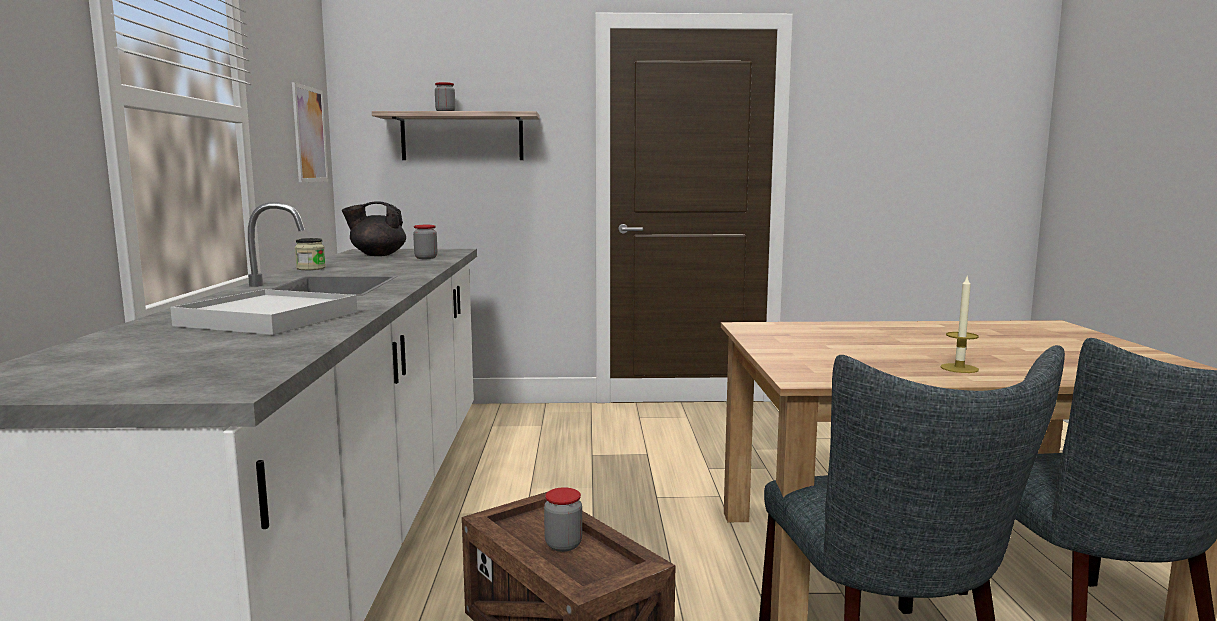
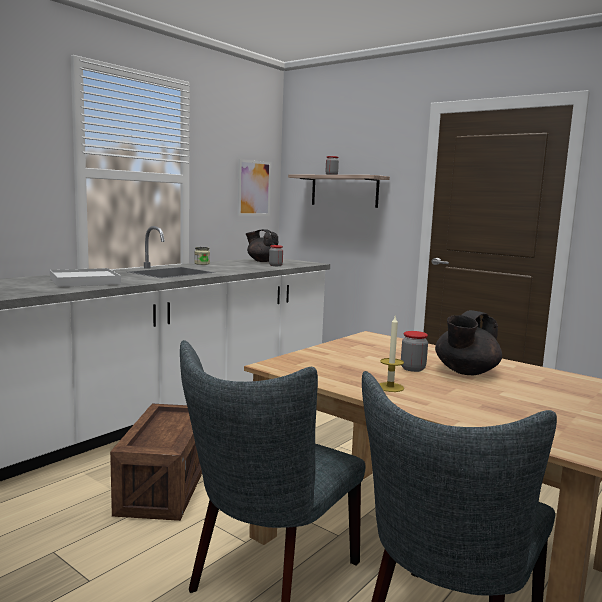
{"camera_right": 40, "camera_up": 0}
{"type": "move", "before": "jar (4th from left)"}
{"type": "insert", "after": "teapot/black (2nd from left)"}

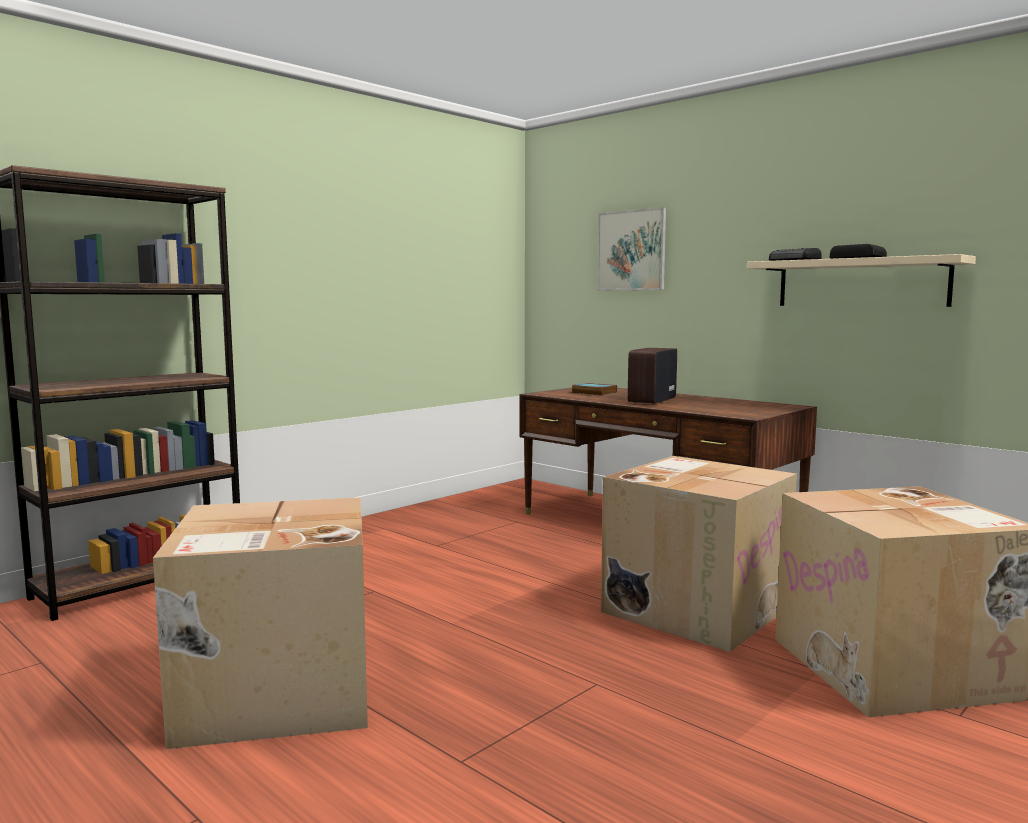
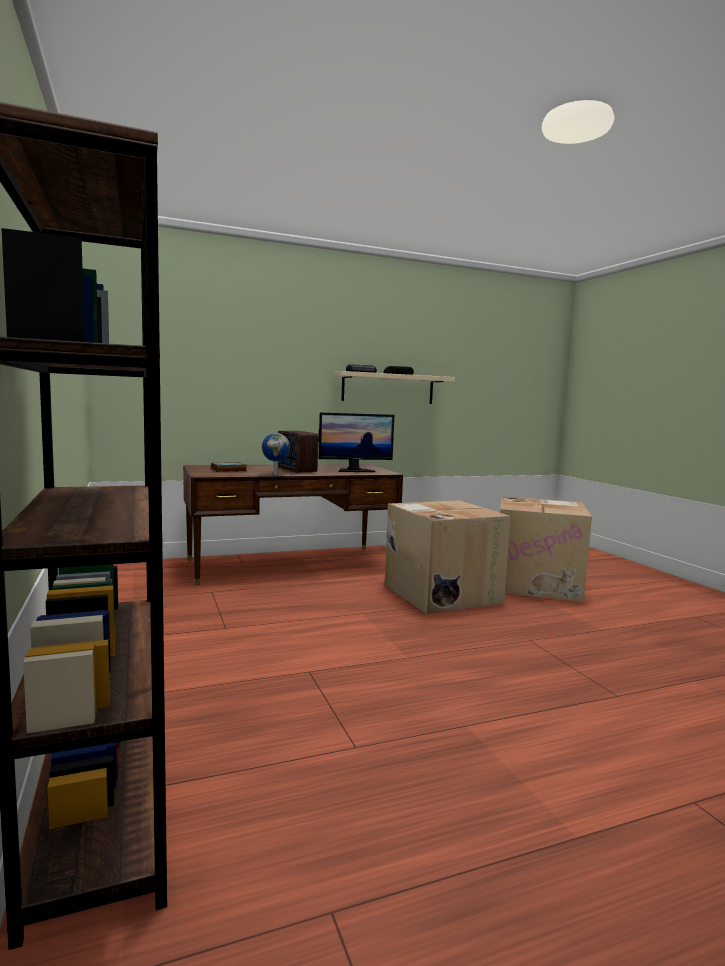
{"camera_right": -65, "camera_up": 0}
{"type": "delete", "before": "cardboard box (1st from left)"}
{"type": "delete", "before": "picture"}
{"type": "insert", "after": "globe"}
{"type": "insert", "after": "monitor"}

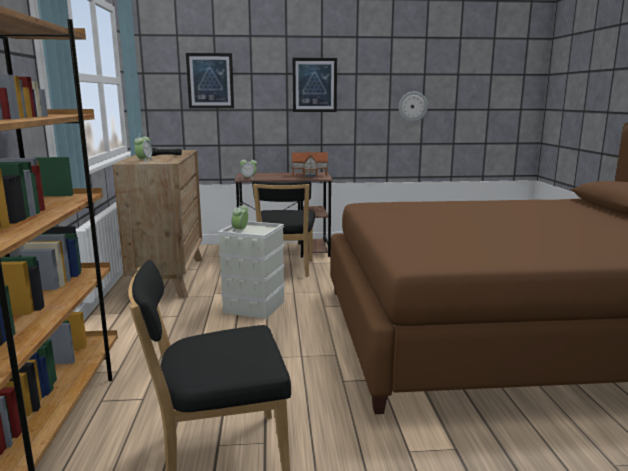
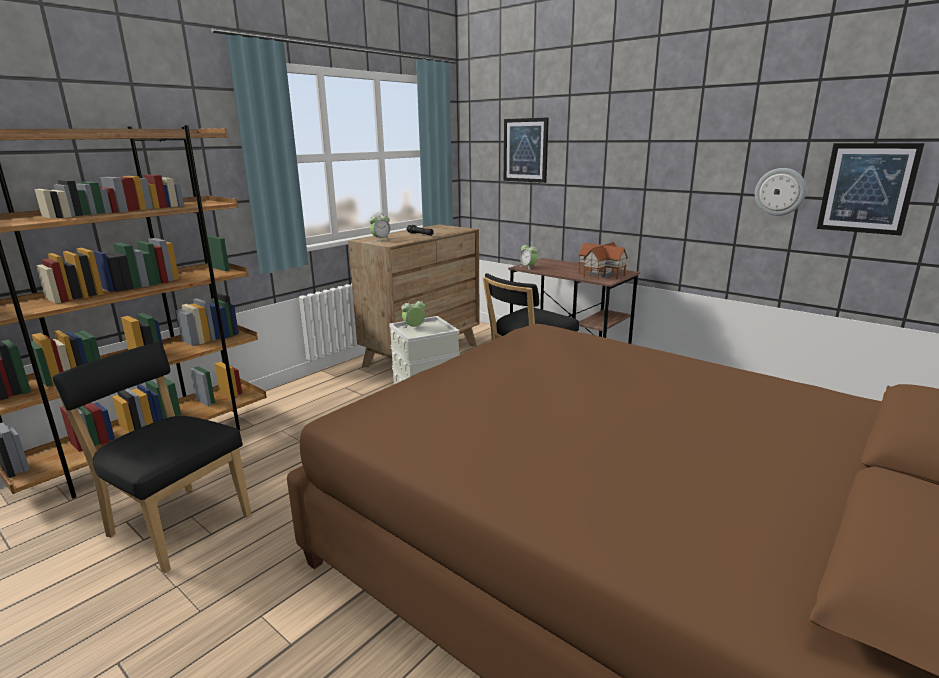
{"camera_right": 45, "camera_up": 5}
{"type": "move", "before": "picture (2nd from left)"}

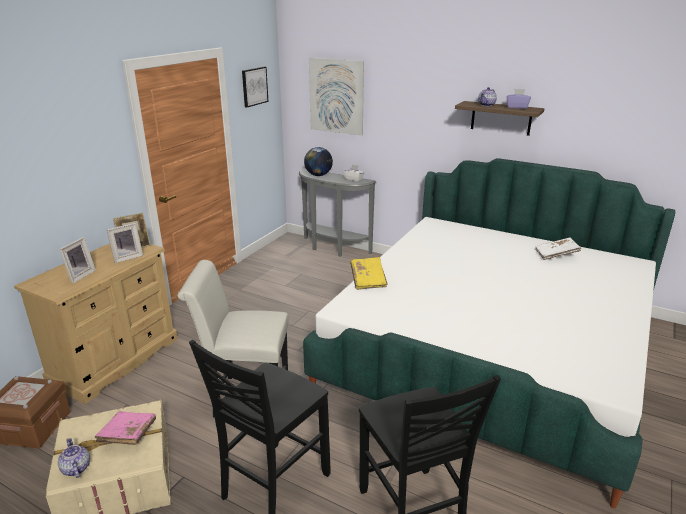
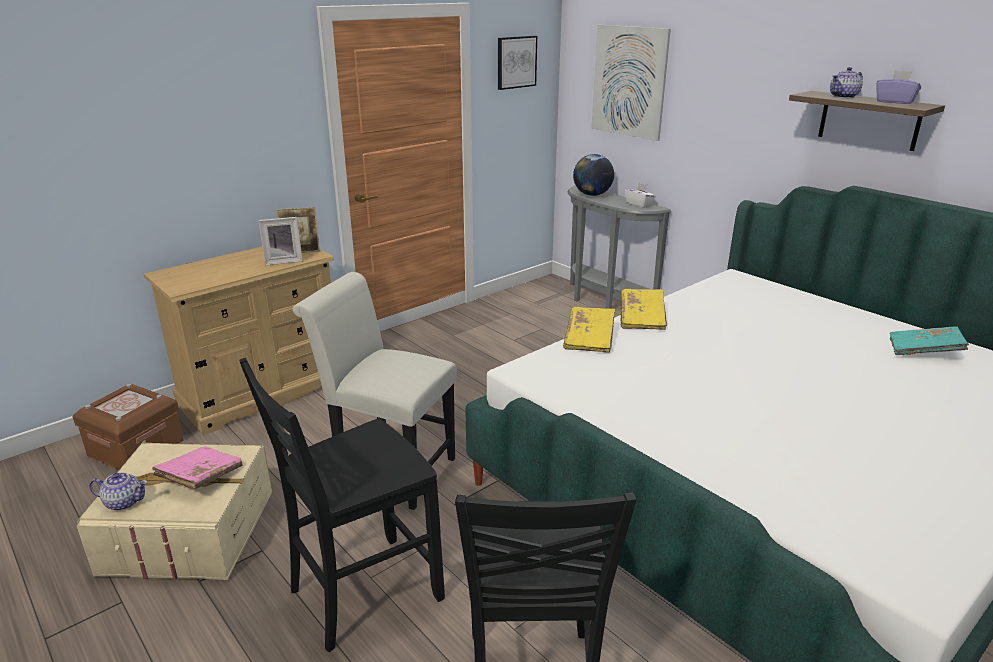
{"camera_right": 20, "camera_up": 0}
{"type": "rotate", "before": "teapot (1st from left)", "turn": 105}
{"type": "delete", "before": "picture frame (1st from left)"}
{"type": "recolor", "before": "book/white", "after": "book/turquoise"}
{"type": "insert", "after": "book/yellow (2nd from left)"}

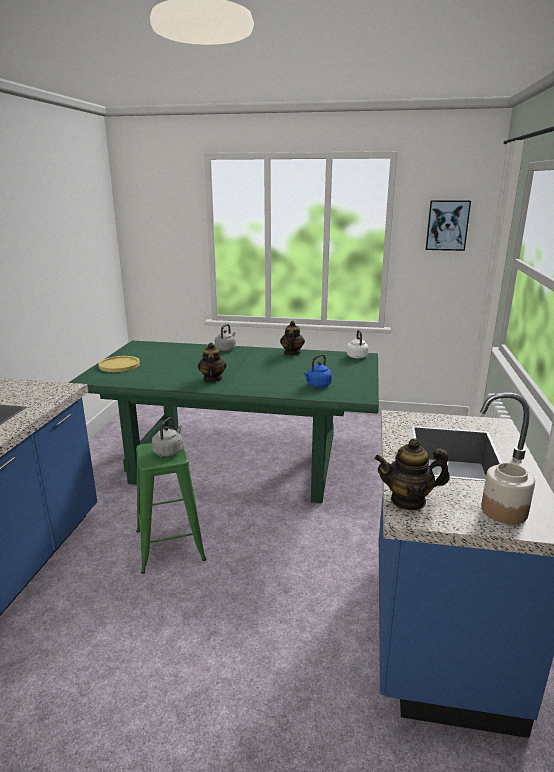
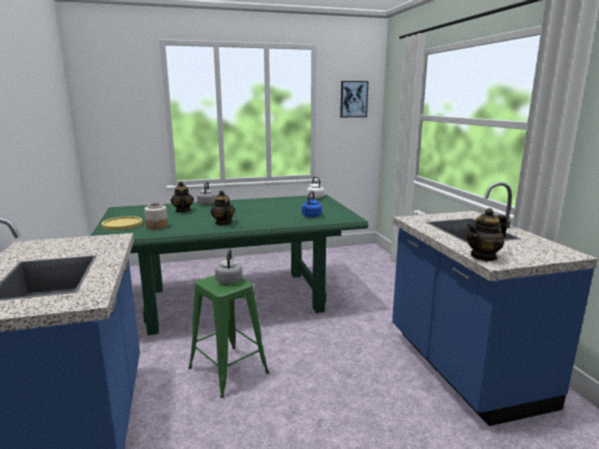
{"camera_right": -25, "camera_up": -5}
{"type": "move", "before": "teapot (2nd from left in the first image)", "after": "teapot (1st from left)"}
{"type": "move", "before": "jar"}

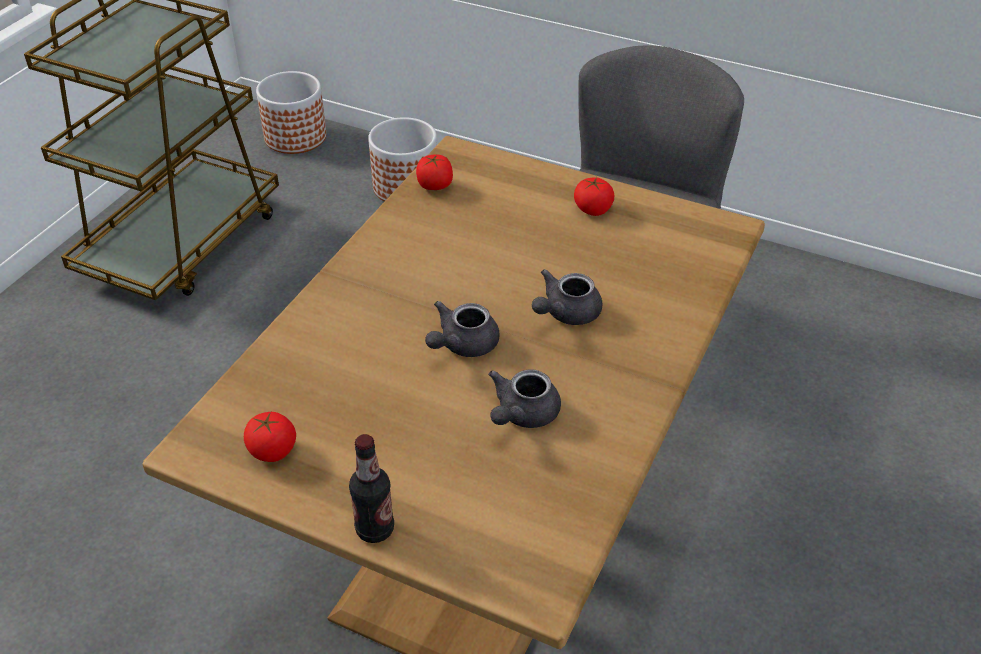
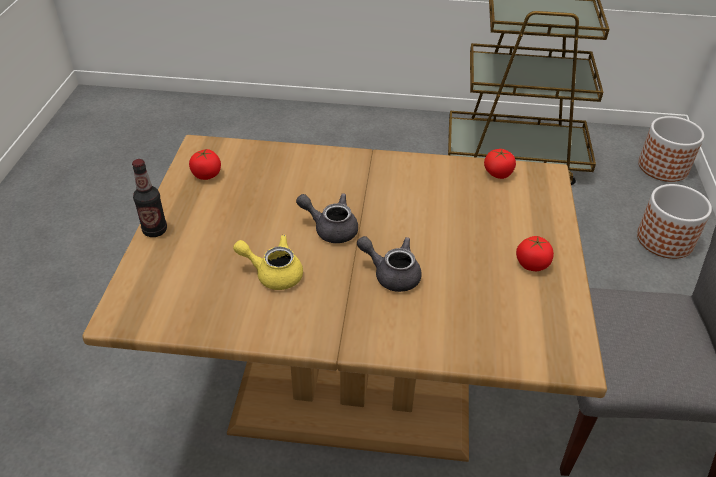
{"camera_right": 70, "camera_up": 0}
{"type": "recolor", "before": "teapot/grey (2nd from left)", "after": "teapot/yellow"}

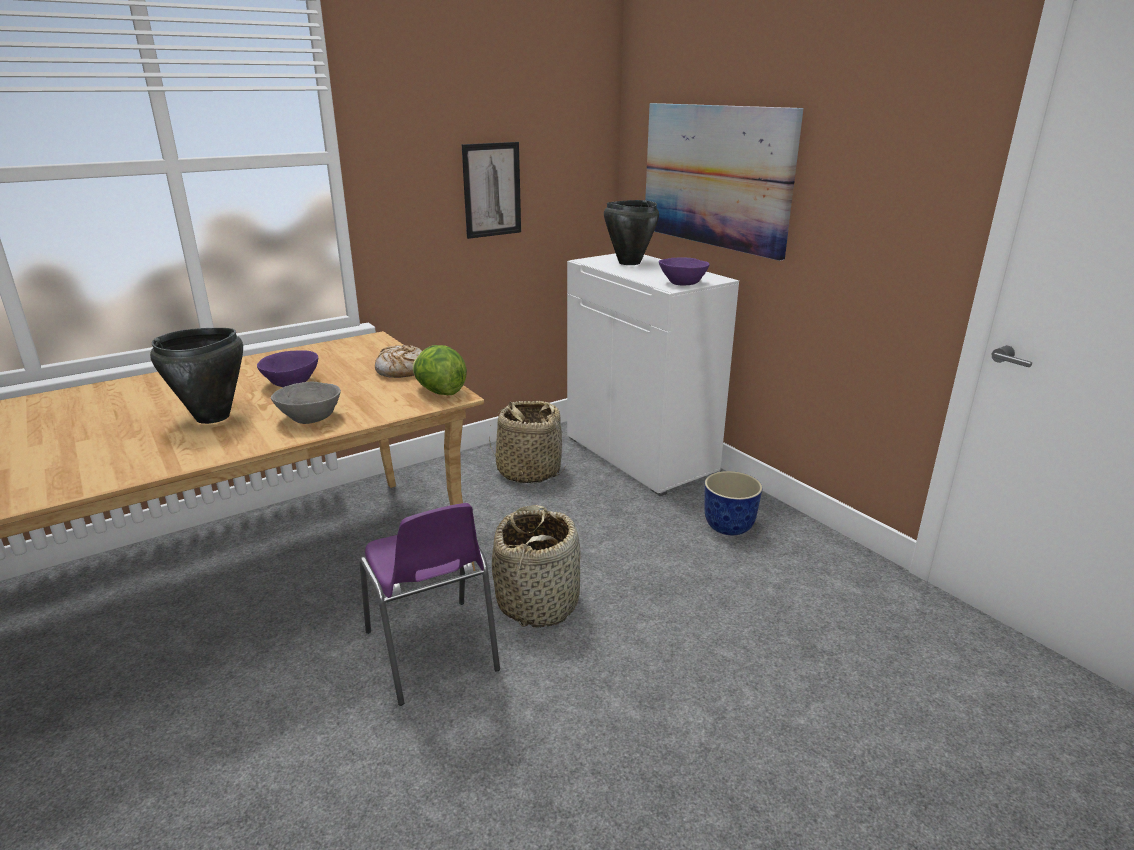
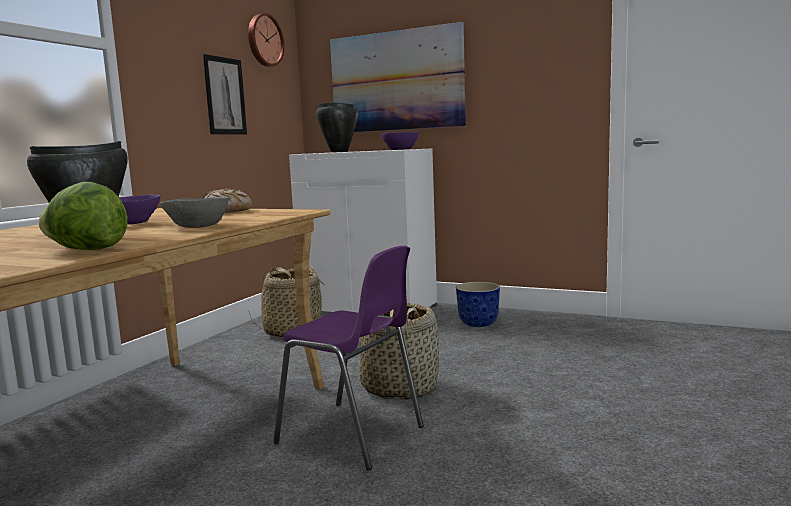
{"camera_right": -30, "camera_up": -15}
{"type": "move", "before": "lettuce"}
{"type": "insert", "after": "wall clock"}

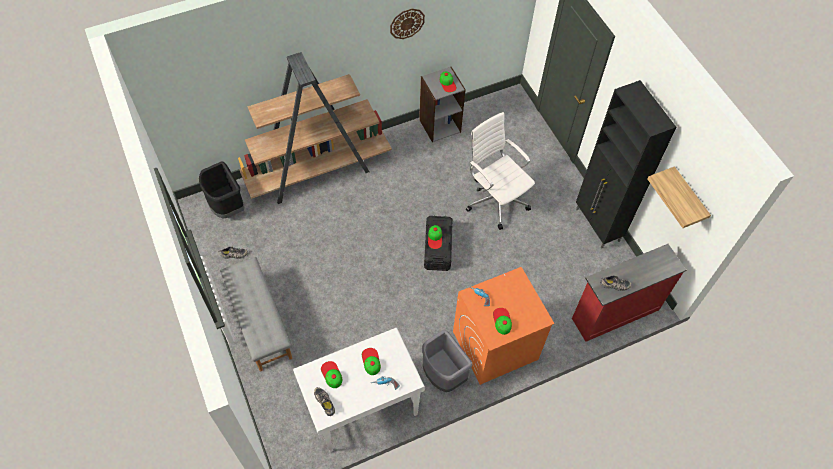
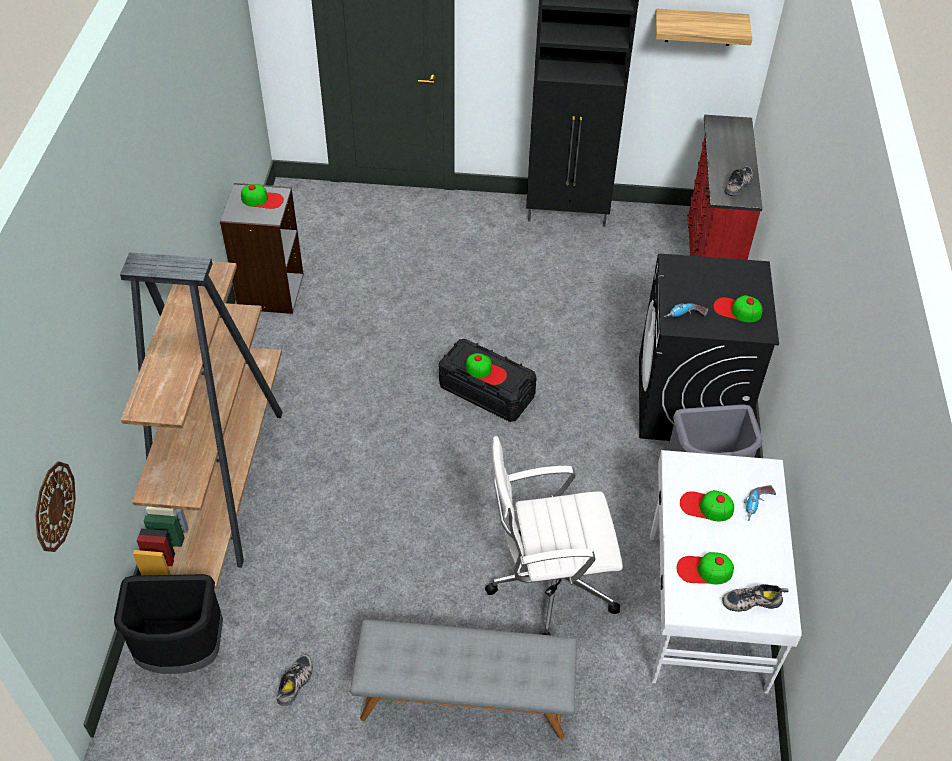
{"camera_right": -60, "camera_up": -10}
{"type": "move", "before": "wall clock"}
{"type": "recolor", "before": "washing machine/orange", "after": "washing machine/black"}
{"type": "move", "before": "office chair/white"}

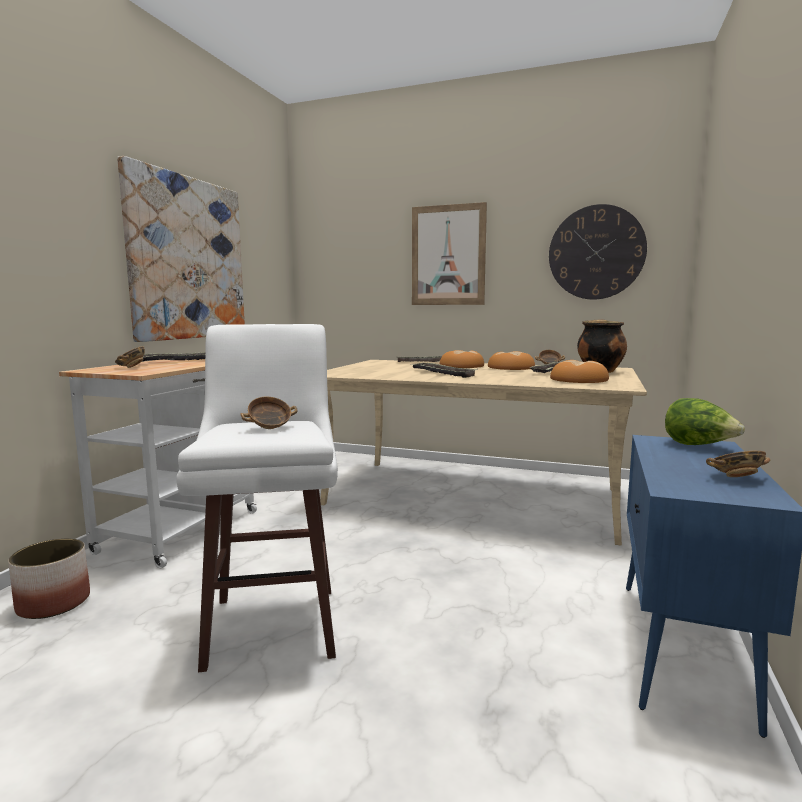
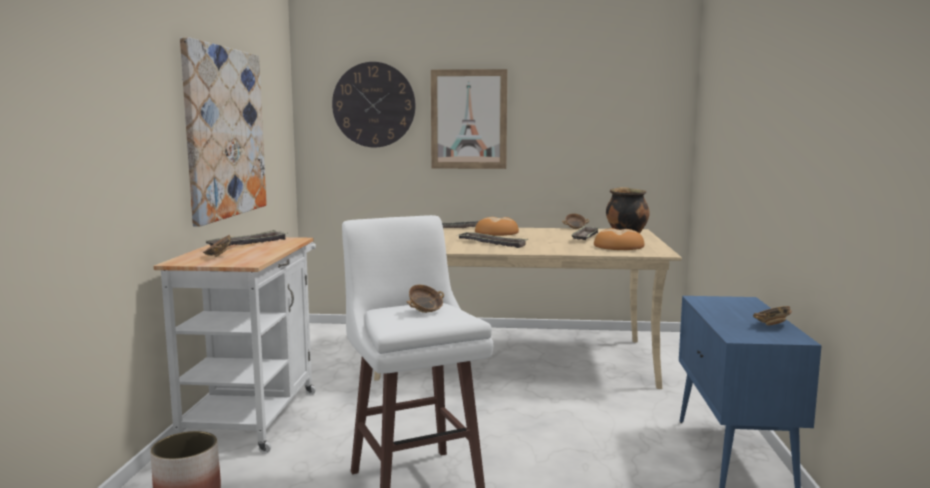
{"camera_right": -15, "camera_up": 0}
{"type": "delete", "before": "bread (2nd from left)"}
{"type": "move", "before": "wall clock"}
{"type": "delete", "before": "lettuce"}

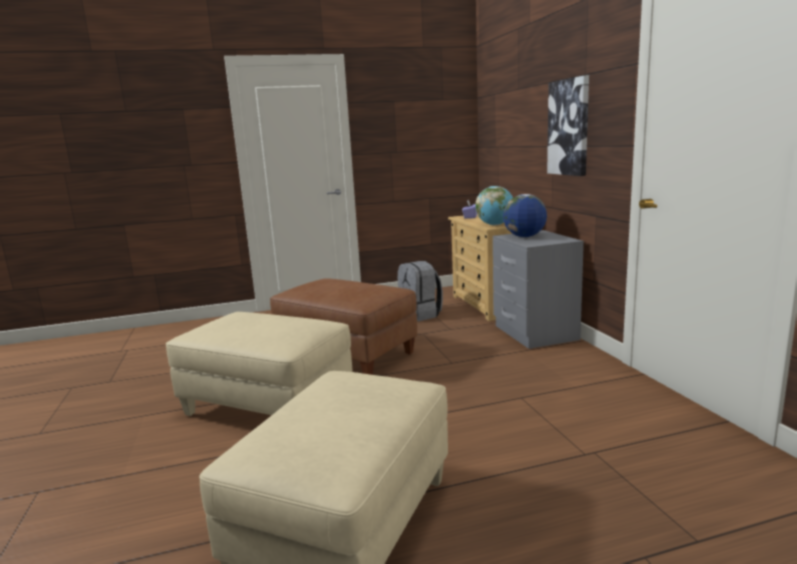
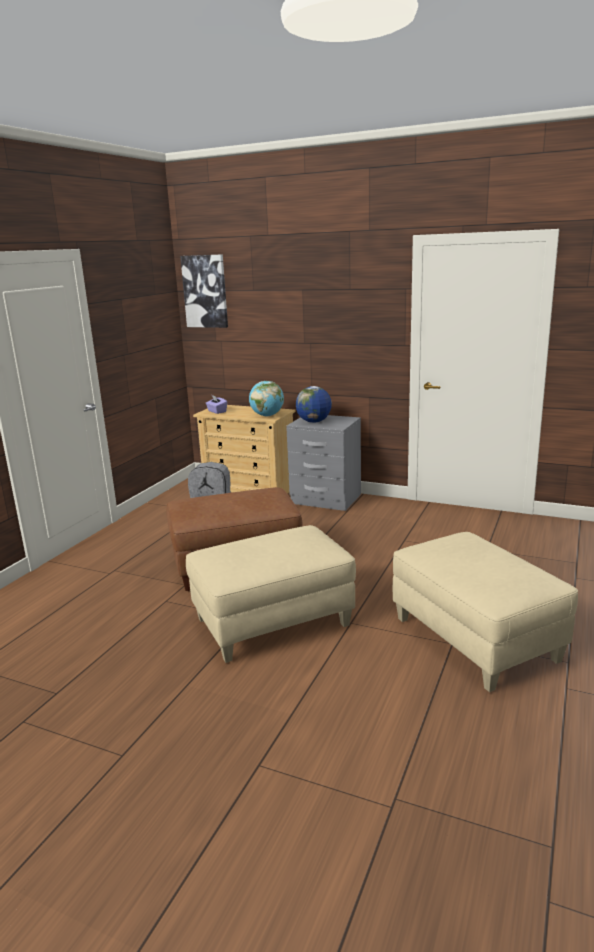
{"camera_right": -50, "camera_up": 5}
{"type": "move", "before": "picture"}

